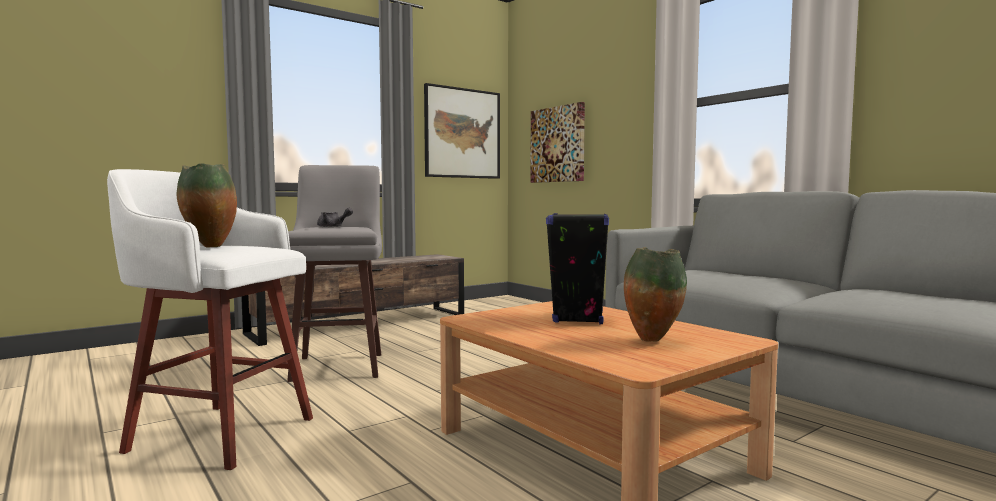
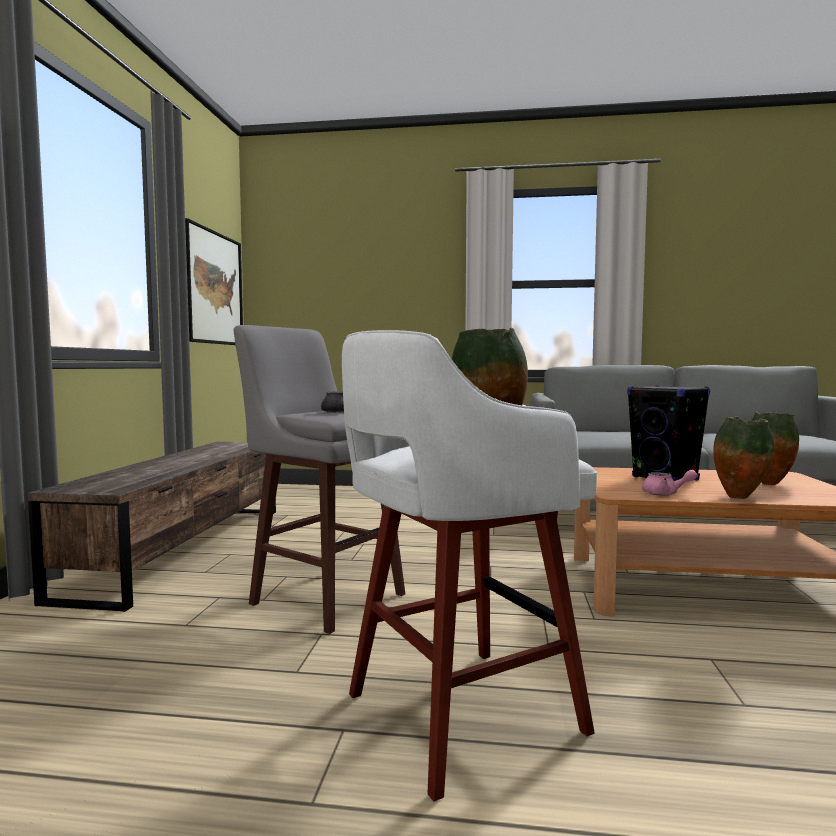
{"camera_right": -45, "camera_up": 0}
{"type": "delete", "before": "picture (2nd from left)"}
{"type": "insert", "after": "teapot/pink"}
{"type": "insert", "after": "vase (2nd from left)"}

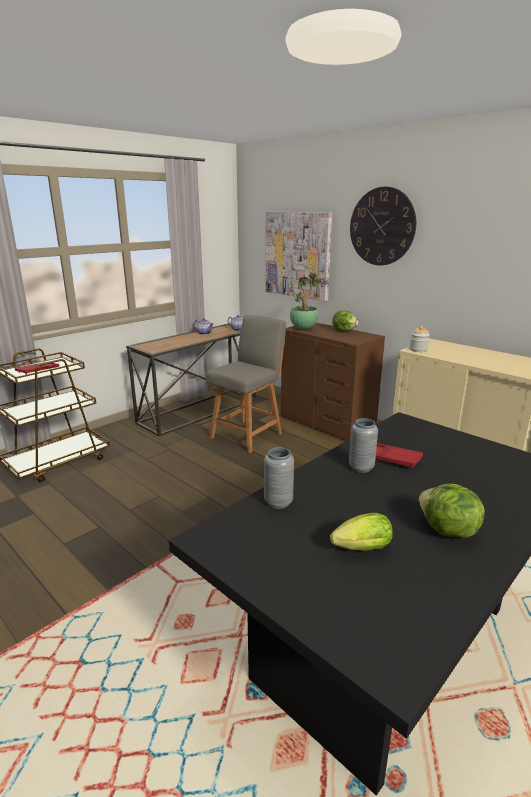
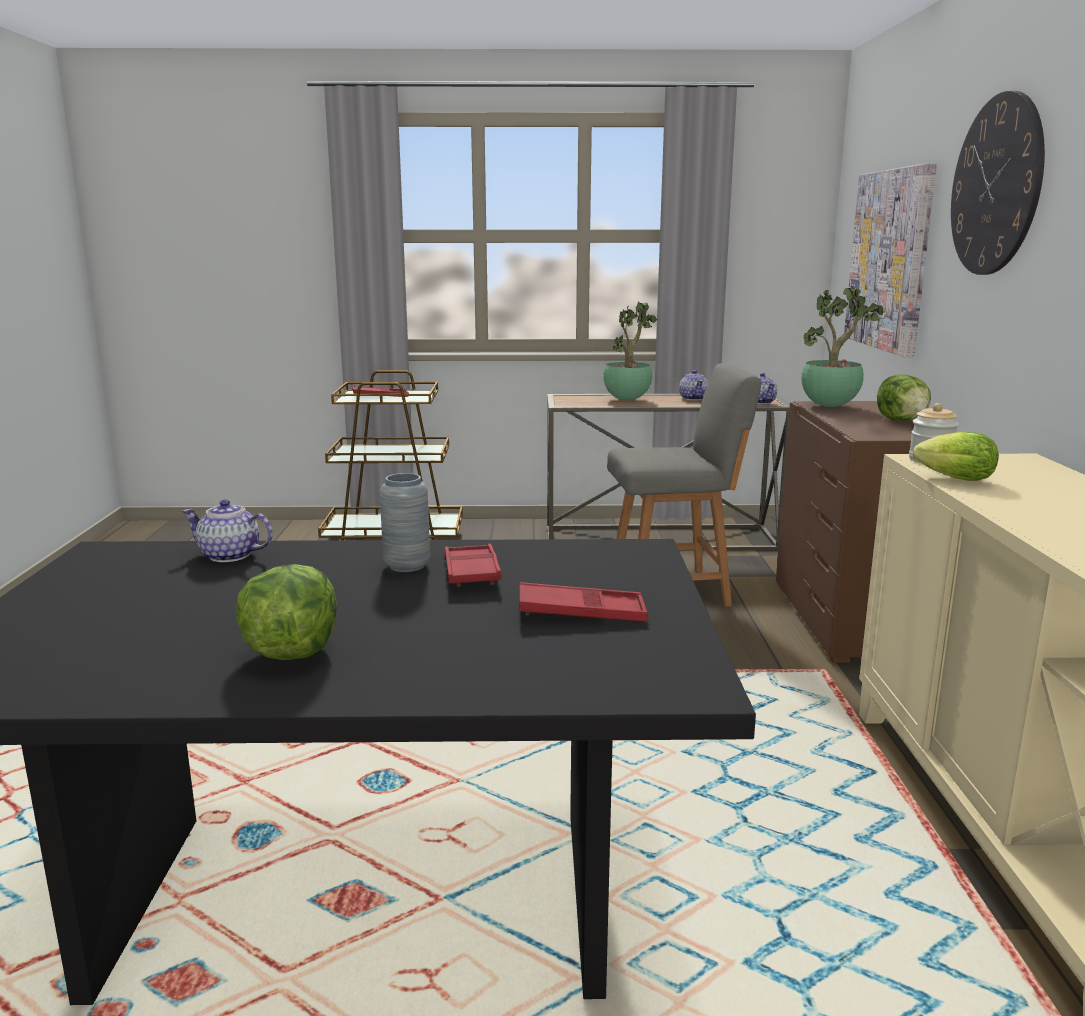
{"camera_right": 45, "camera_up": -5}
{"type": "replace", "before": "vase/grey (1st from left)", "after": "teapot (1st from left)"}
{"type": "move", "before": "lettuce (2nd from left in the first image)", "after": "lettuce (3rd from left)"}
{"type": "insert", "after": "tray/red (3rd from left)"}
{"type": "insert", "after": "potted plant (1st from left)"}

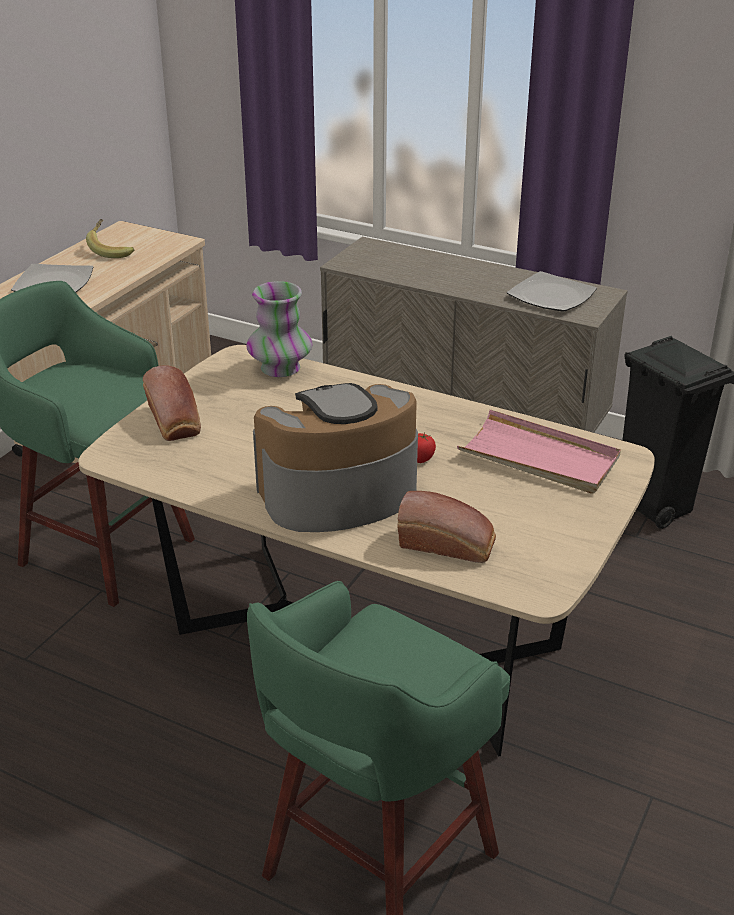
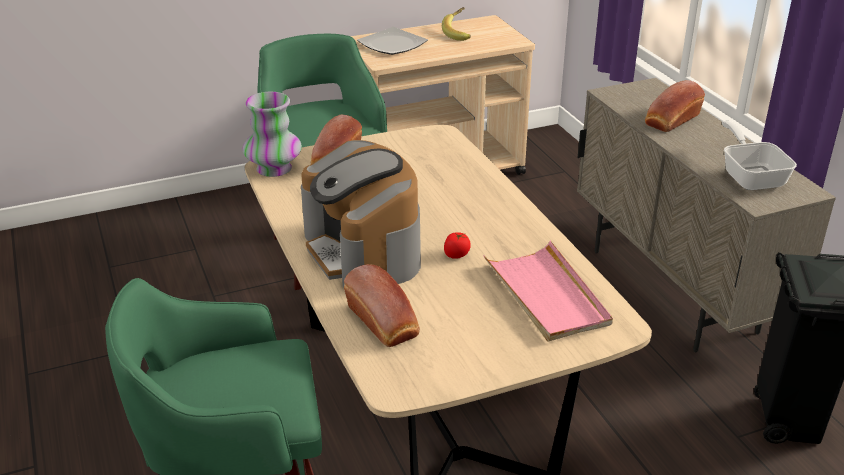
{"camera_right": 40, "camera_up": 0}
{"type": "move", "before": "vase"}
{"type": "rotate", "before": "coffee machine", "turn": -135}
{"type": "replace", "before": "plate (2nd from left)", "after": "frying pan"}
{"type": "insert", "after": "bread (3rd from left)"}

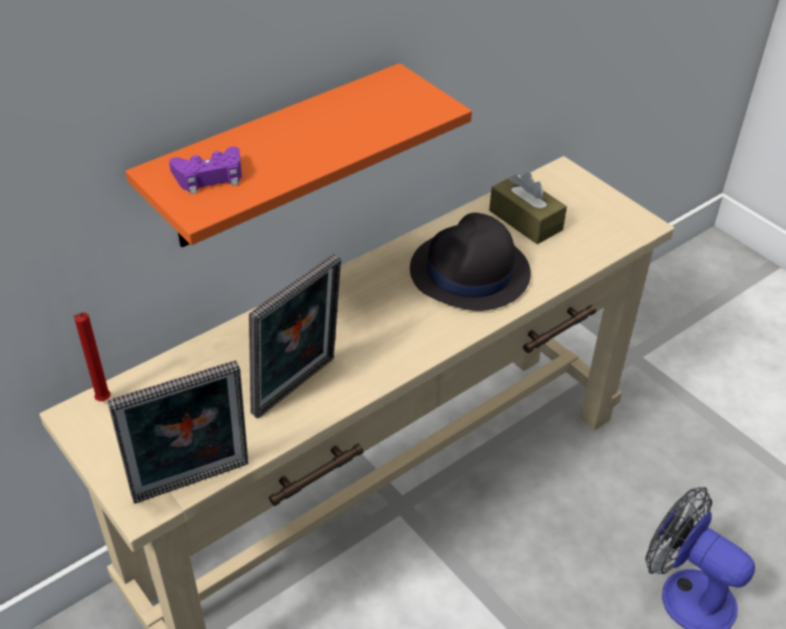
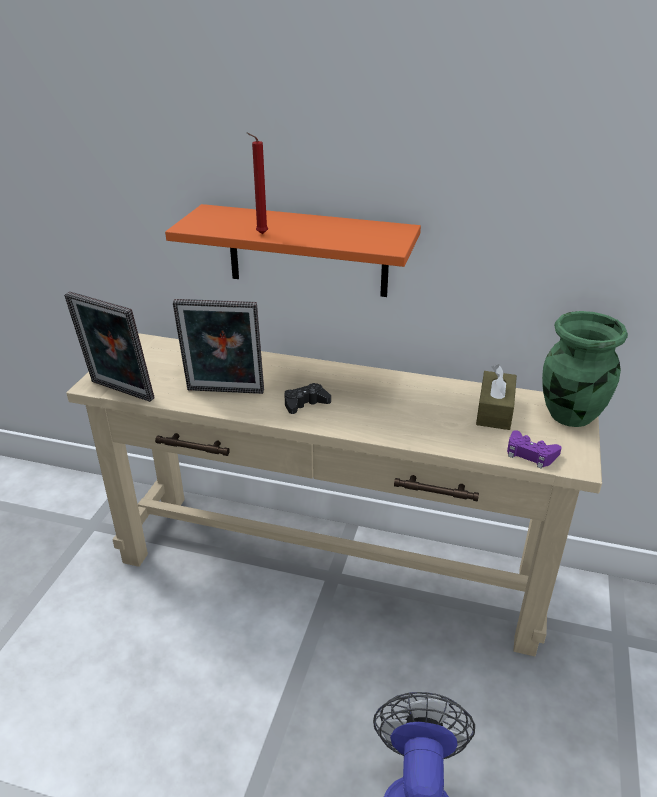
{"camera_right": 55, "camera_up": -10}
{"type": "move", "before": "candle/red"}
{"type": "move", "before": "game controller/purple"}
{"type": "delete", "before": "hat/black"}
{"type": "insert", "after": "game controller/black"}
{"type": "insert", "after": "vase/green"}

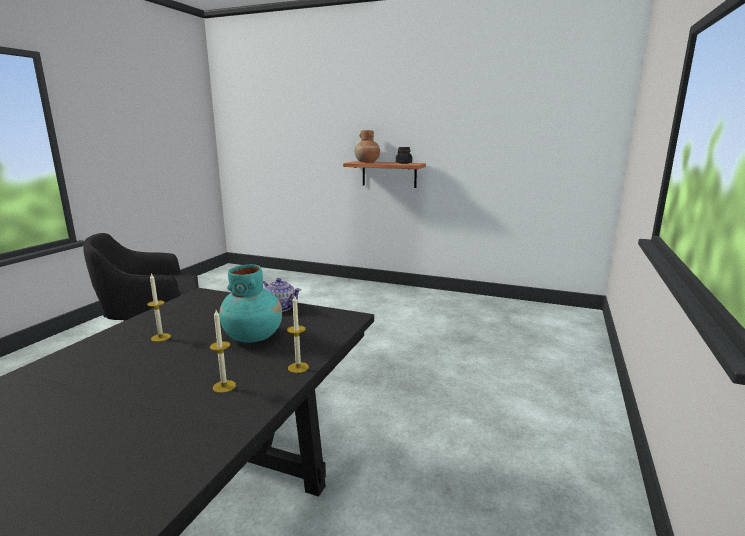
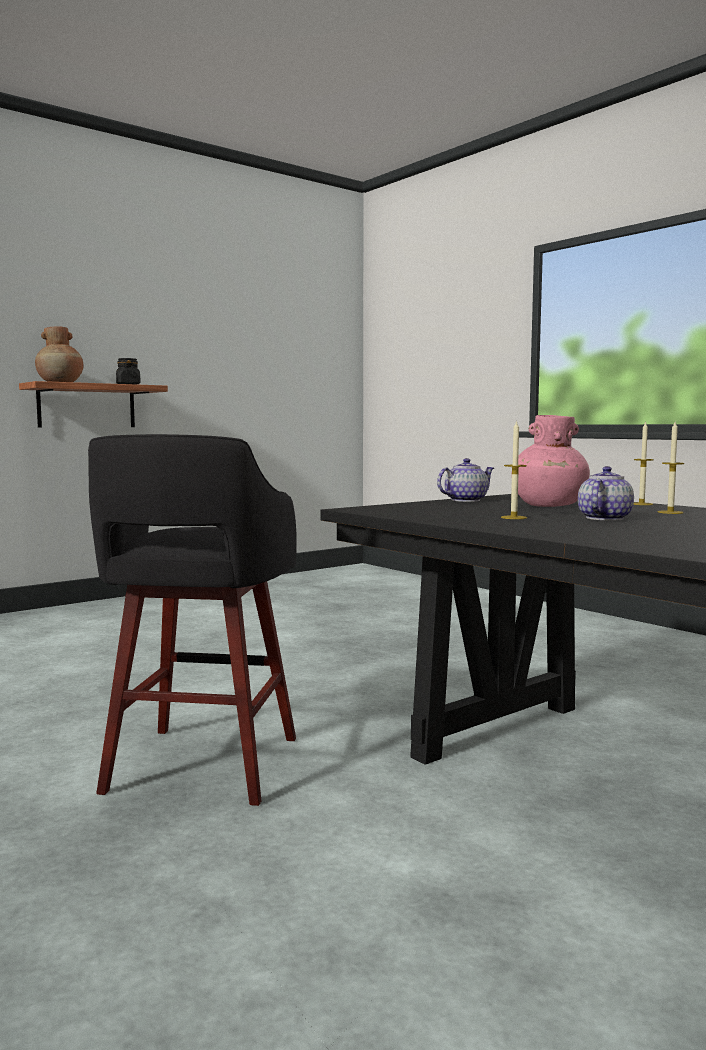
{"camera_right": -60, "camera_up": -10}
{"type": "recolor", "before": "vase/turquoise", "after": "vase/pink"}
{"type": "insert", "after": "teapot (2nd from left)"}

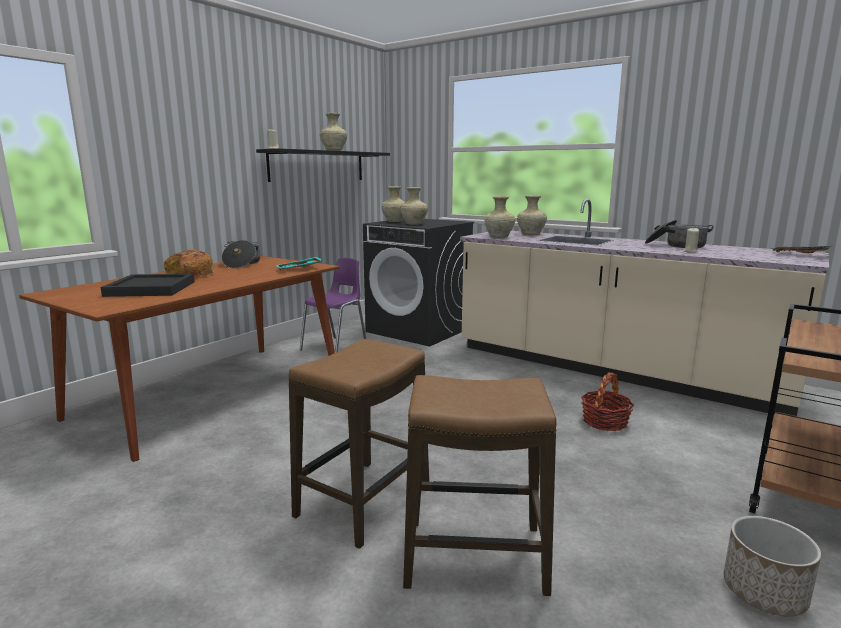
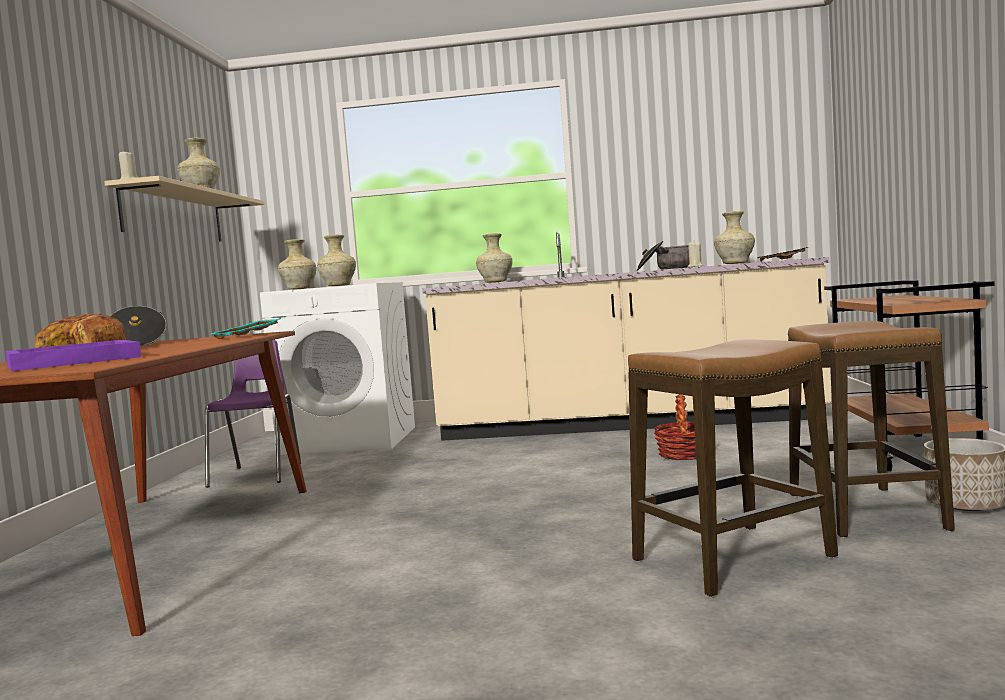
{"camera_right": -30, "camera_up": -10}
{"type": "recolor", "before": "tray/black (1st from left)", "after": "tray/purple"}
{"type": "recolor", "before": "shelf/black", "after": "shelf/beige"}
{"type": "move", "before": "stool (1st from left in the first image)", "after": "stool (2nd from left)"}
{"type": "recolor", "before": "washing machine/black", "after": "washing machine/white"}
{"type": "move", "before": "vase/beige (4th from left in the first image)", "after": "vase/beige (5th from left)"}

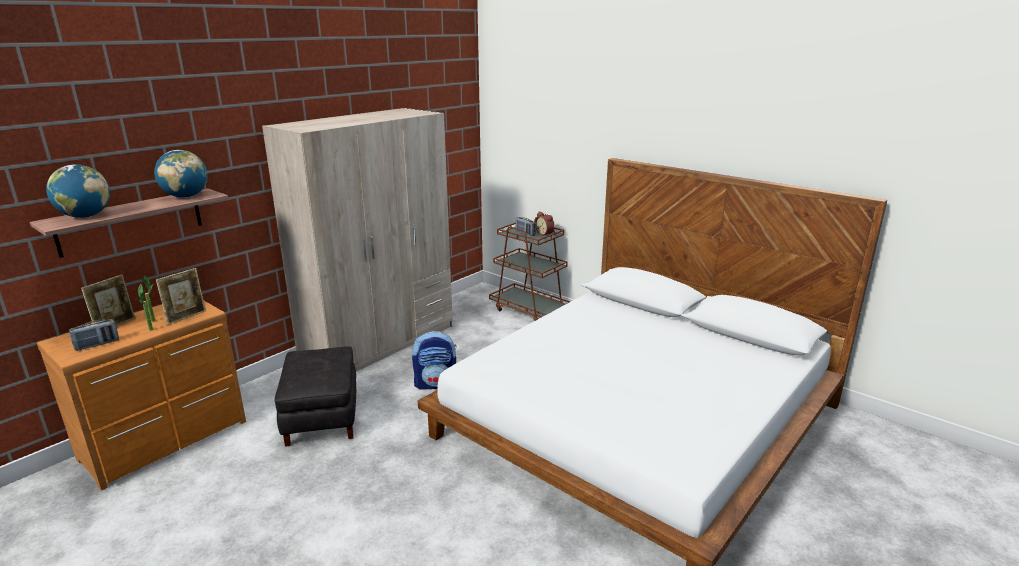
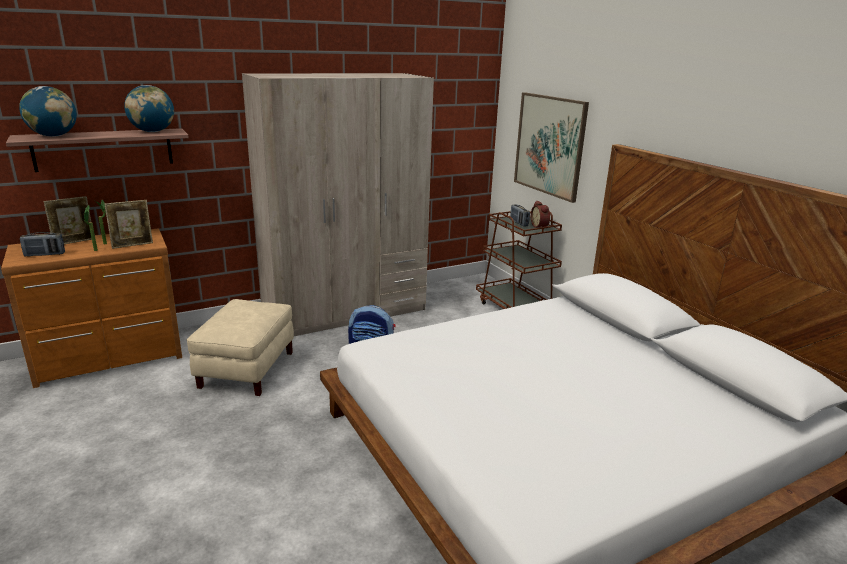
{"camera_right": 20, "camera_up": 0}
{"type": "recolor", "before": "ottoman/black", "after": "ottoman/beige"}
{"type": "insert", "after": "picture"}

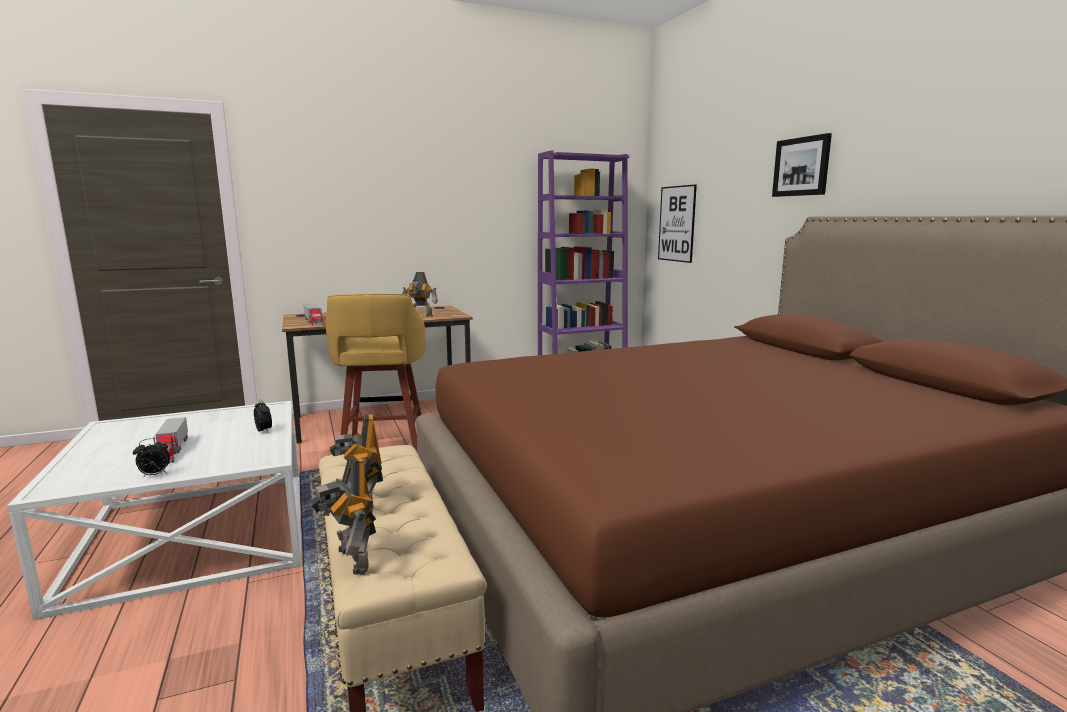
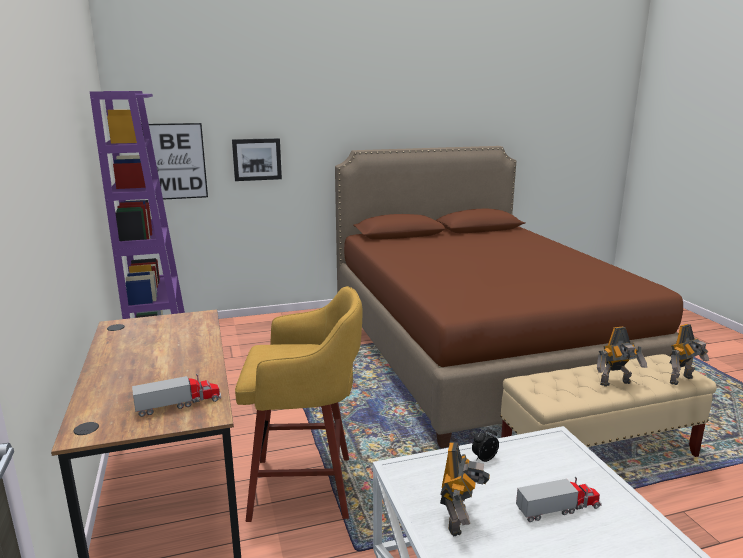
{"camera_right": -85, "camera_up": 5}
{"type": "delete", "before": "alarm clock (1st from left)"}
{"type": "move", "before": "toy robot (3rd from left in the first image)", "after": "toy robot (1st from left)"}
{"type": "move", "before": "picture (2nd from left)"}

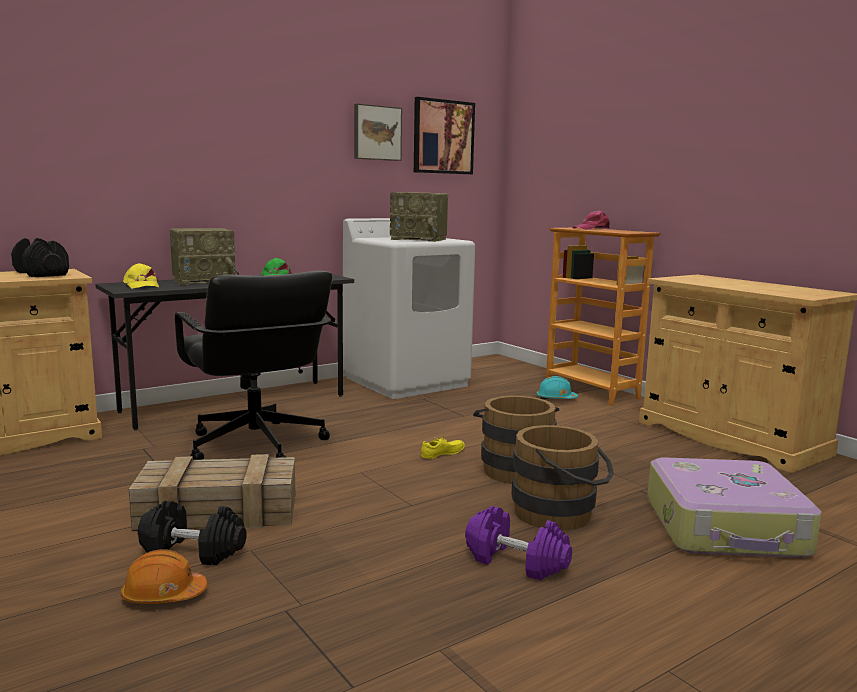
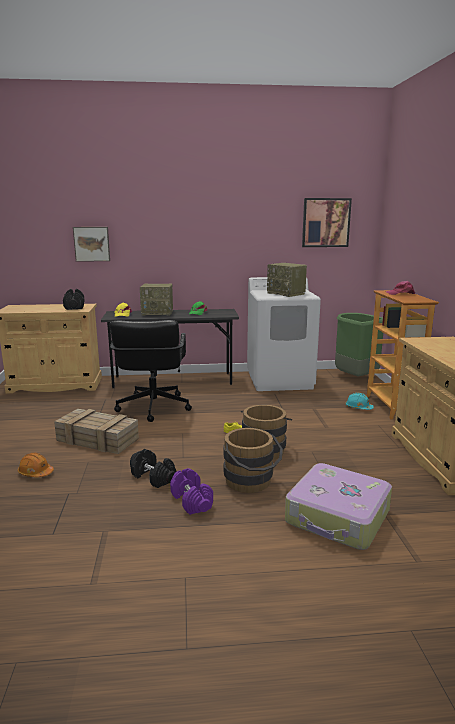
{"camera_right": 30, "camera_up": 5}
{"type": "move", "before": "dumbbell/black (2nd from left)"}
{"type": "move", "before": "picture (1st from left)"}
{"type": "insert", "after": "trash can/green"}

